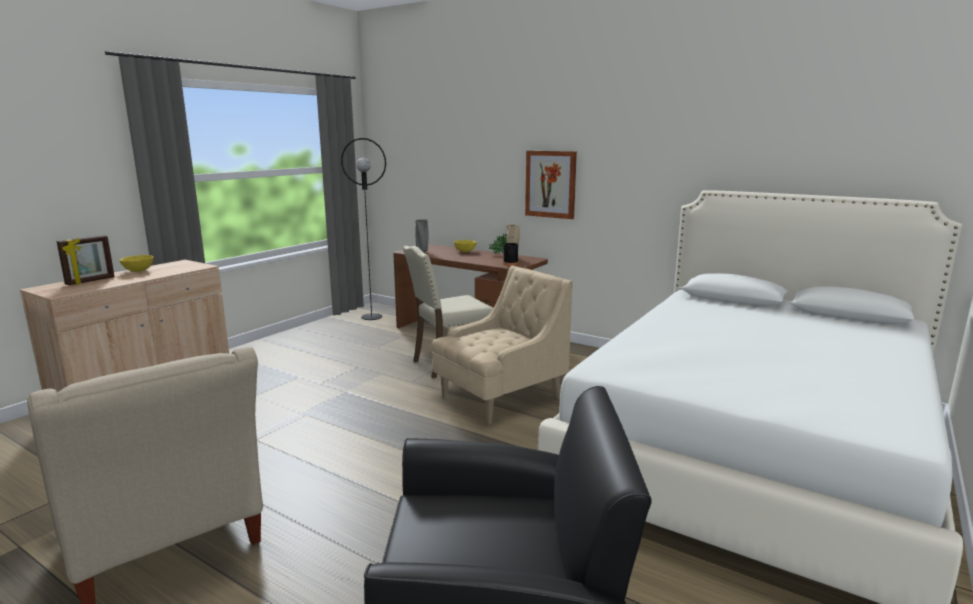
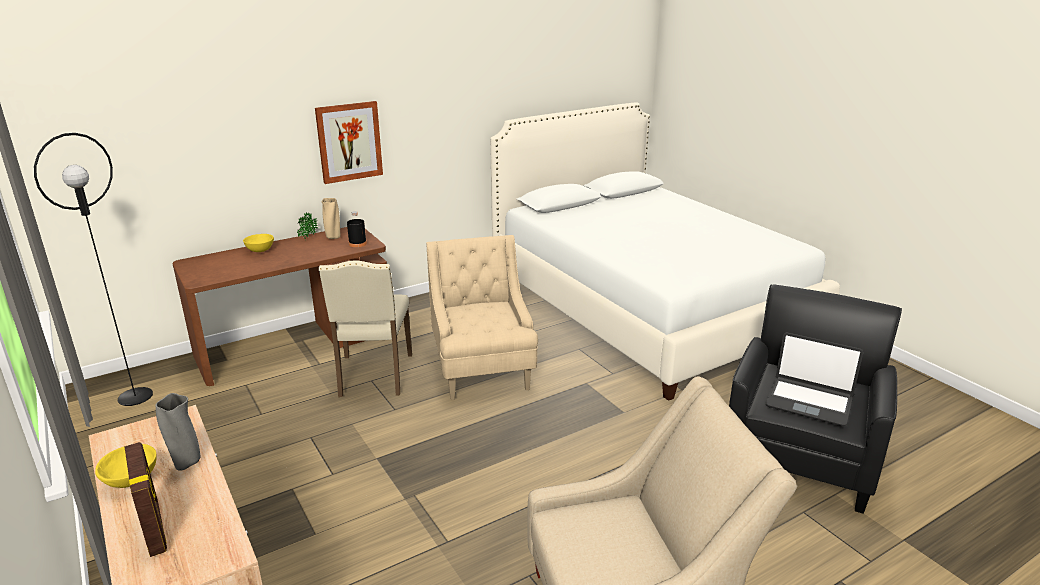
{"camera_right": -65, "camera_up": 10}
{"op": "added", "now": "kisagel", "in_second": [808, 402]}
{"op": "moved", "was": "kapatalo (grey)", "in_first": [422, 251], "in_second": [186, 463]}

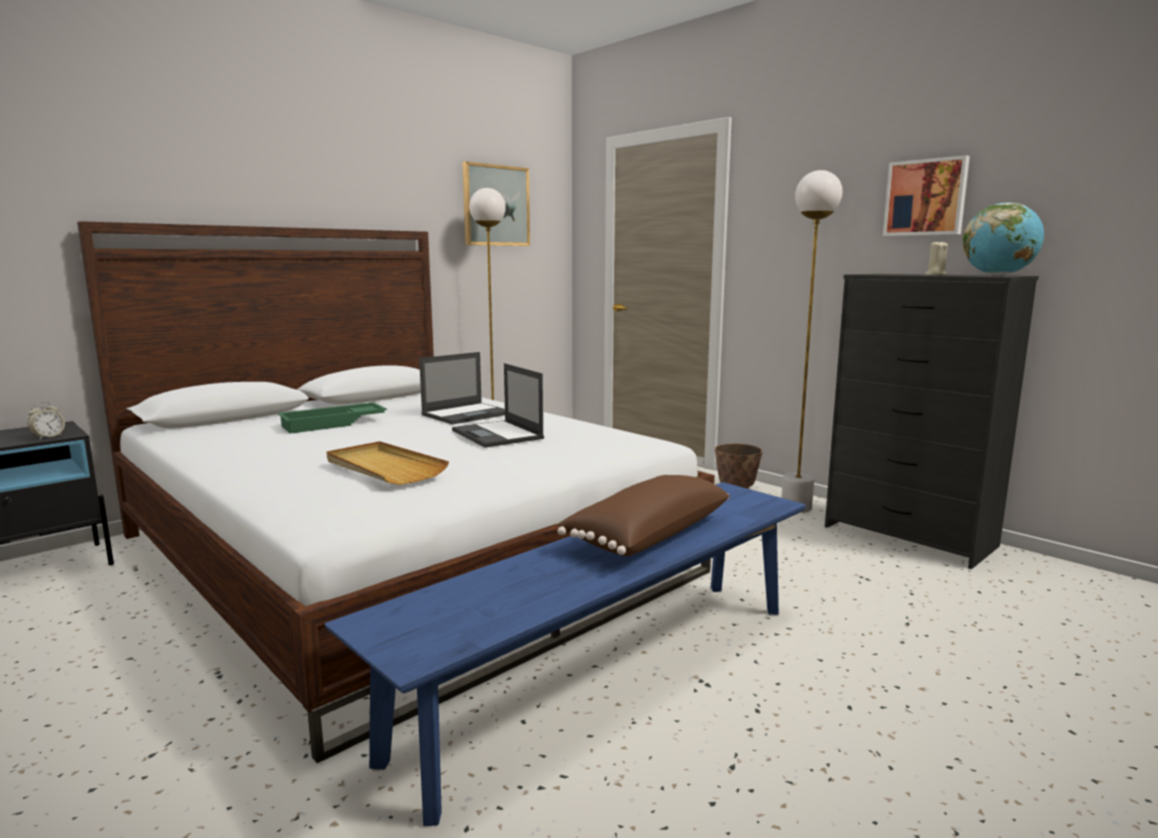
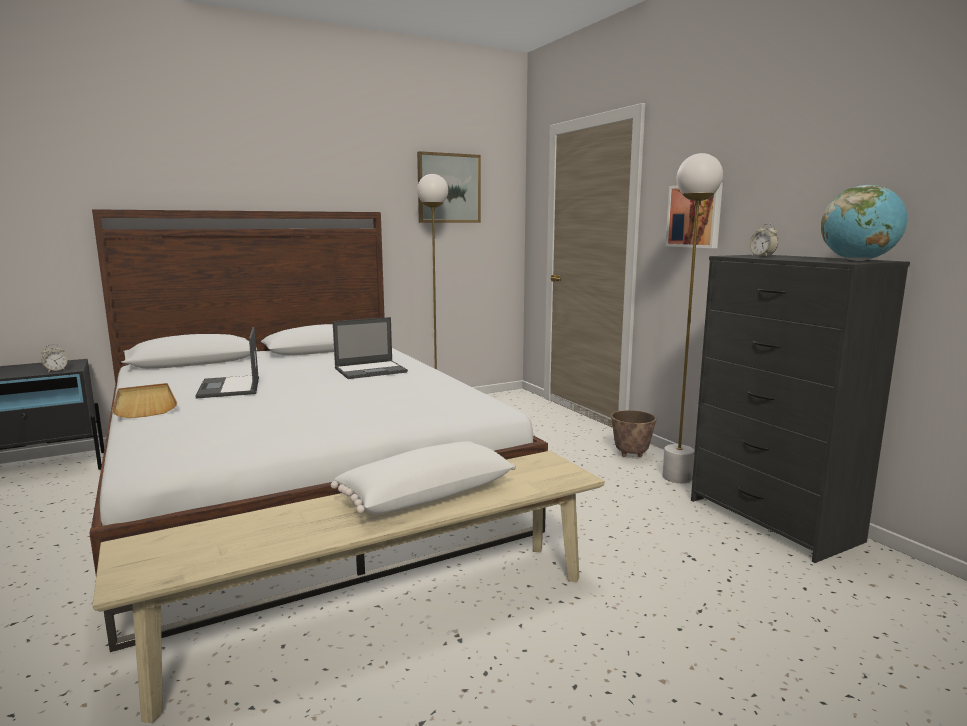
{"camera_right": 15, "camera_up": 0}
{"op": "removed", "was": "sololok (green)", "in_first": [333, 424]}
{"op": "removed", "was": "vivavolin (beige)", "in_first": [935, 275]}
{"op": "added", "now": "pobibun", "in_second": [762, 256]}
{"op": "moved", "was": "sololok (beige)", "in_first": [384, 467], "in_second": [145, 404]}
{"op": "moved", "was": "kisagel", "in_first": [498, 434], "in_second": [229, 387]}
{"op": "moved", "was": "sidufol", "in_first": [926, 198], "in_second": [695, 216]}
{"op": "recoloured", "was": "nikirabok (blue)", "now": "nikirabok (beige)", "in_first": [610, 675], "in_second": [384, 616]}
{"op": "recoloured", "was": "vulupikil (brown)", "now": "vulupikil (white)", "in_first": [646, 534], "in_second": [425, 494]}

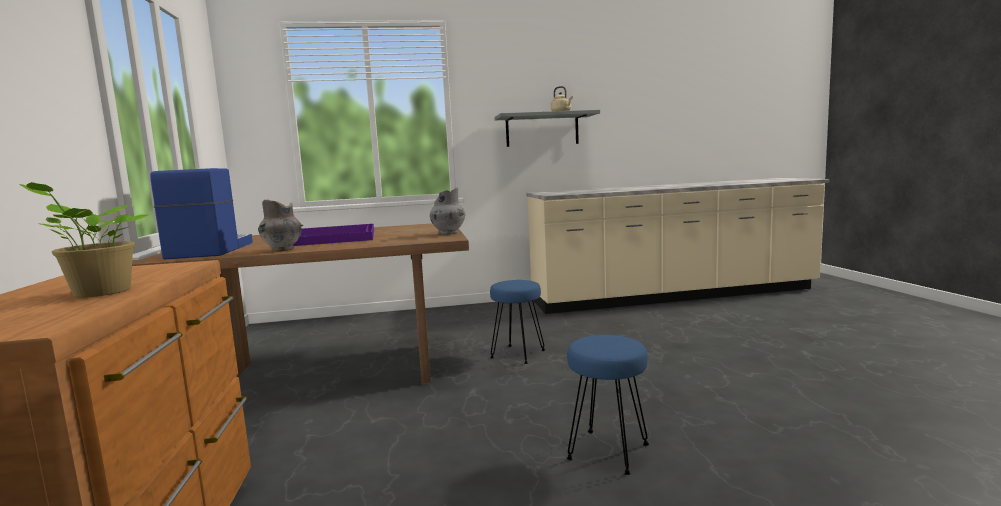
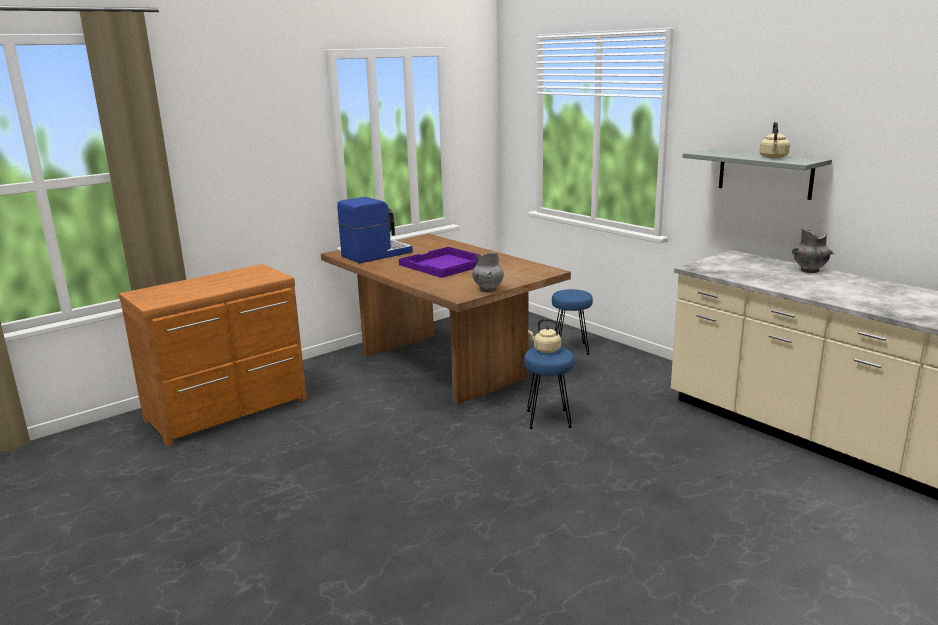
{"camera_right": 60, "camera_up": 10}
{"op": "removed", "was": "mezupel", "in_first": [98, 293]}
{"op": "added", "now": "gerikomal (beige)", "in_second": [545, 350]}
{"op": "moved", "was": "kapatalo (grey)", "in_first": [283, 250], "in_second": [810, 271]}
{"op": "moved", "was": "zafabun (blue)", "in_first": [608, 451], "in_second": [571, 349]}

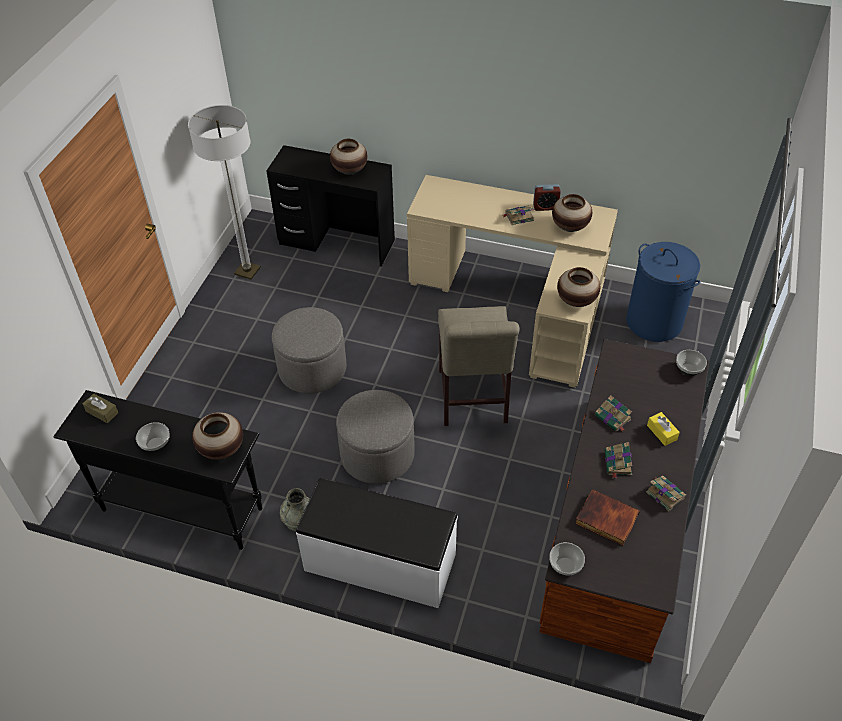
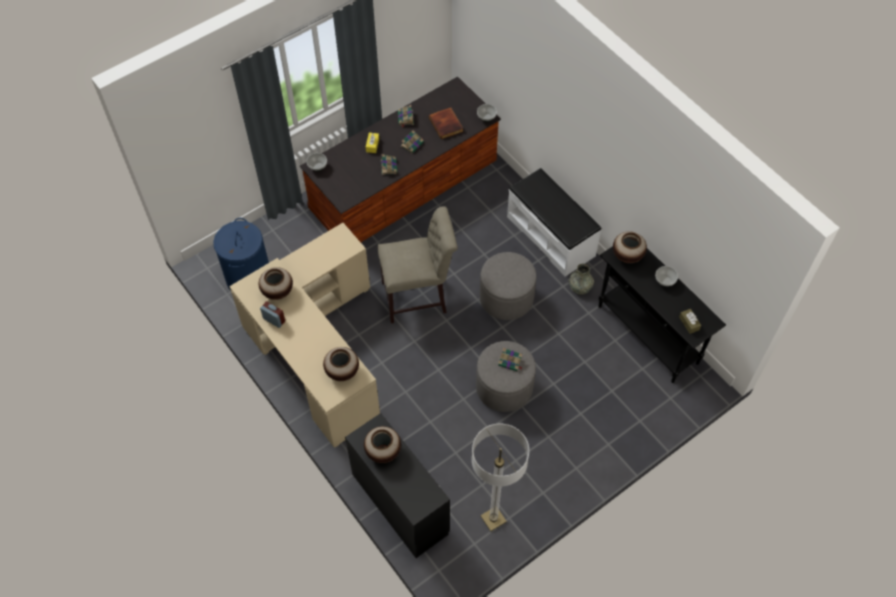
{"camera_right": -145, "camera_up": 10}
{"op": "moved", "was": "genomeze", "in_first": [518, 217], "in_second": [510, 362]}
{"op": "moved", "was": "kapatalo", "in_first": [576, 301], "in_second": [342, 371]}
{"op": "turned", "was": "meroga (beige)", "in_first": [472, 400], "in_second": [418, 297], "clockwise": 45}

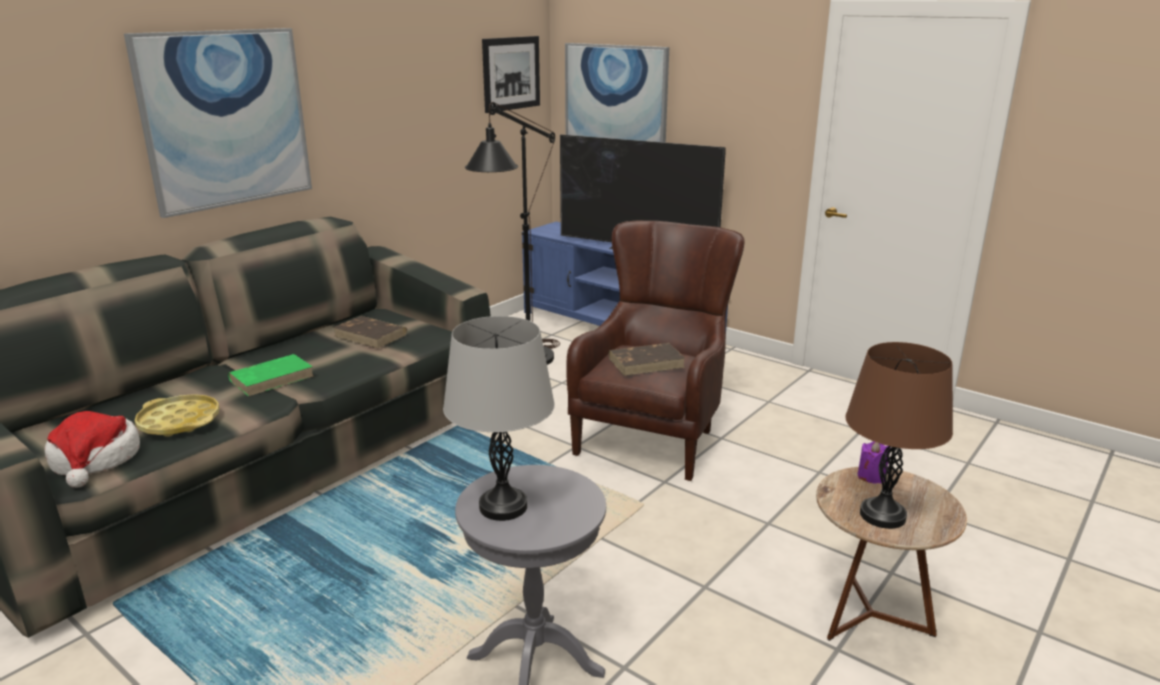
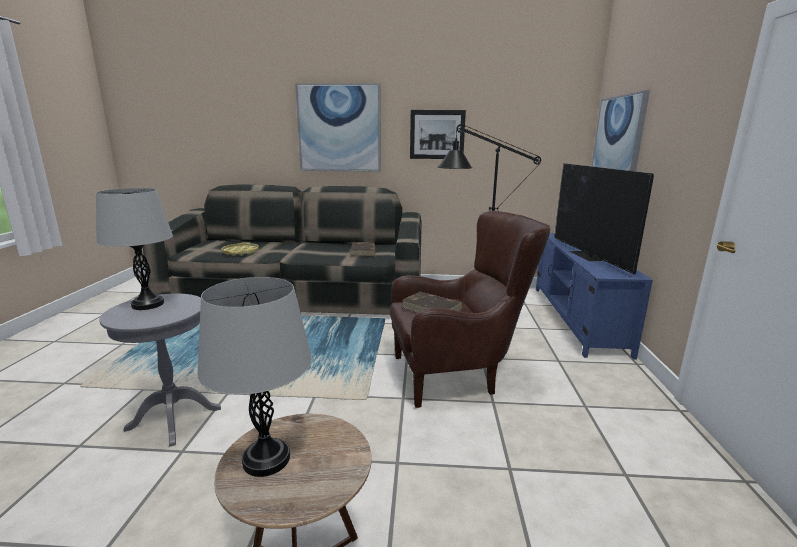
{"camera_right": 55, "camera_up": -5}
{"op": "removed", "was": "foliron", "in_first": [95, 460]}
{"op": "removed", "was": "genomeze (green)", "in_first": [272, 378]}
{"op": "removed", "was": "vivavolin (purple)", "in_first": [871, 476]}
{"op": "moved", "was": "sidufol", "in_first": [511, 73], "in_second": [437, 134]}
{"op": "recoloured", "was": "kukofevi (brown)", "now": "kukofevi (grey)", "in_first": [882, 515], "in_second": [266, 459]}

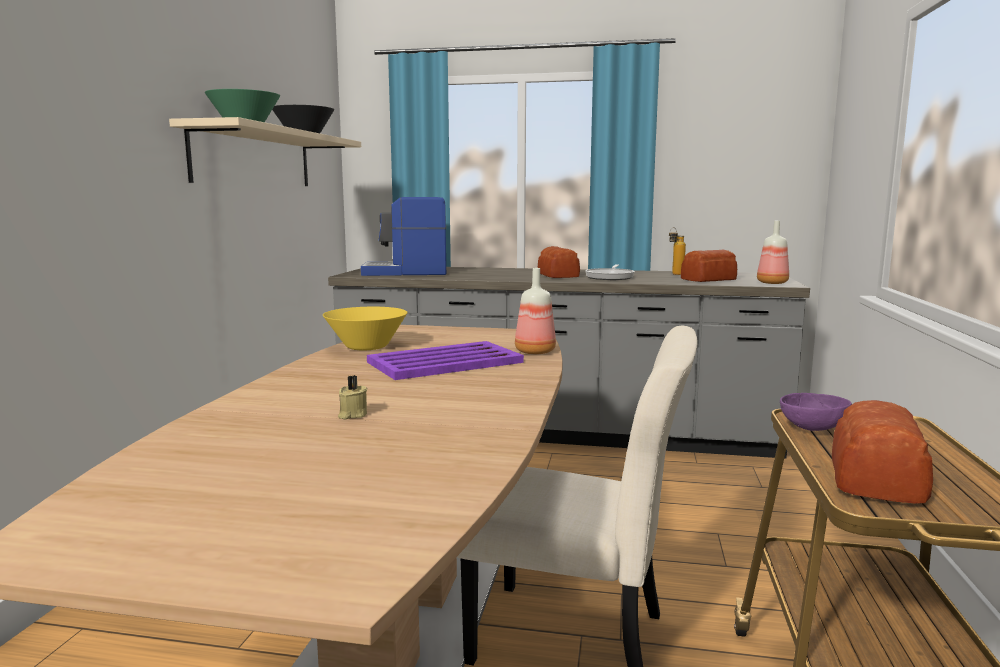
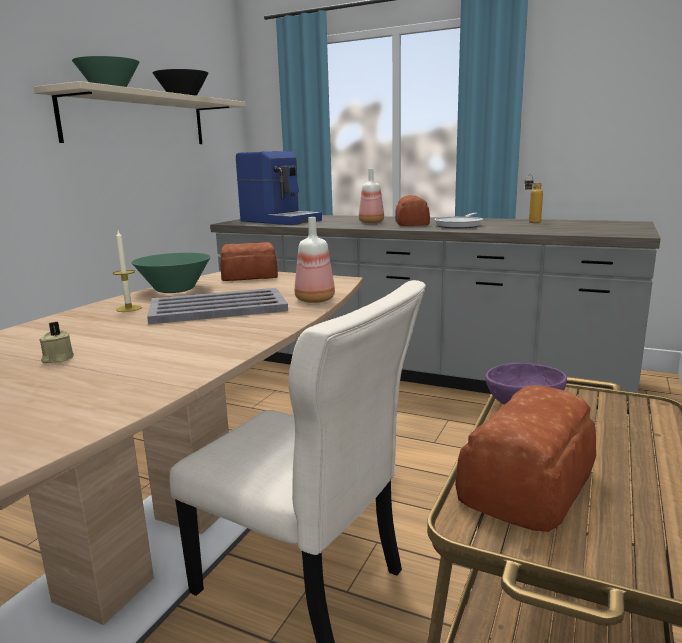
{"camera_right": 15, "camera_up": 5}
{"op": "added", "now": "vivavolin", "in_second": [128, 308]}
{"op": "moved", "was": "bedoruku", "in_first": [709, 279], "in_second": [251, 277]}
{"op": "moved", "was": "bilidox", "in_first": [773, 283], "in_second": [371, 222]}
{"op": "recoloured", "was": "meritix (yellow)", "now": "meritix (green)", "in_first": [367, 347], "in_second": [175, 290]}
{"op": "recoloured", "was": "sololok (purple)", "now": "sololok (grey)", "in_first": [443, 362], "in_second": [216, 308]}
{"op": "turned", "was": "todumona", "in_first": [406, 272], "in_second": [280, 220], "clockwise": -150}

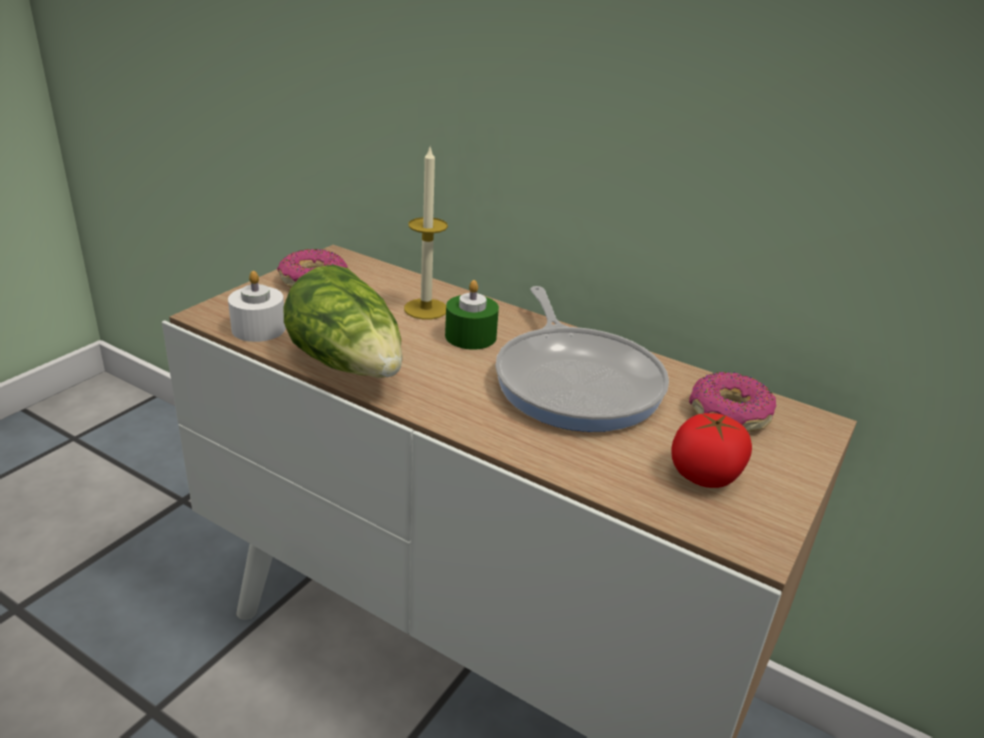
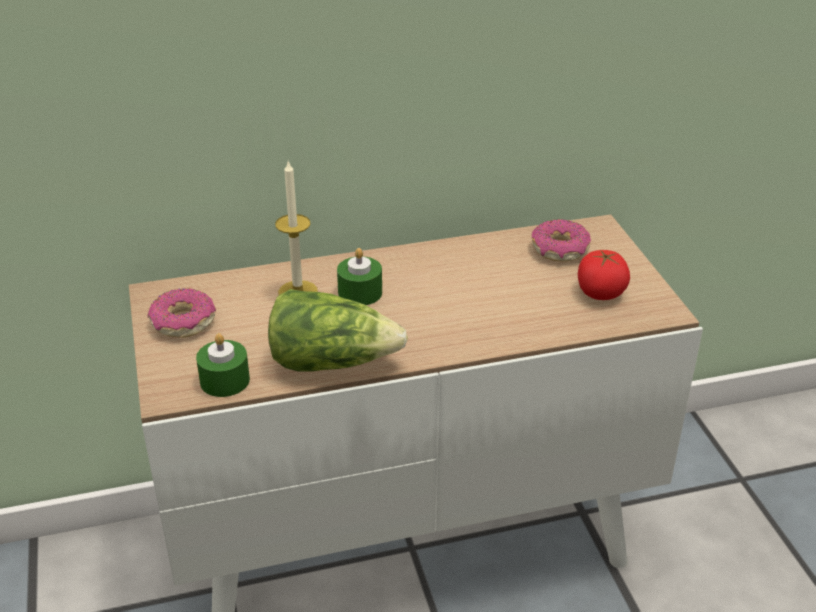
{"camera_right": -45, "camera_up": 5}
{"op": "removed", "was": "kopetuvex", "in_first": [576, 382]}
{"op": "recoloured", "was": "vivavolin (white)", "now": "vivavolin (green)", "in_first": [258, 328], "in_second": [224, 380]}

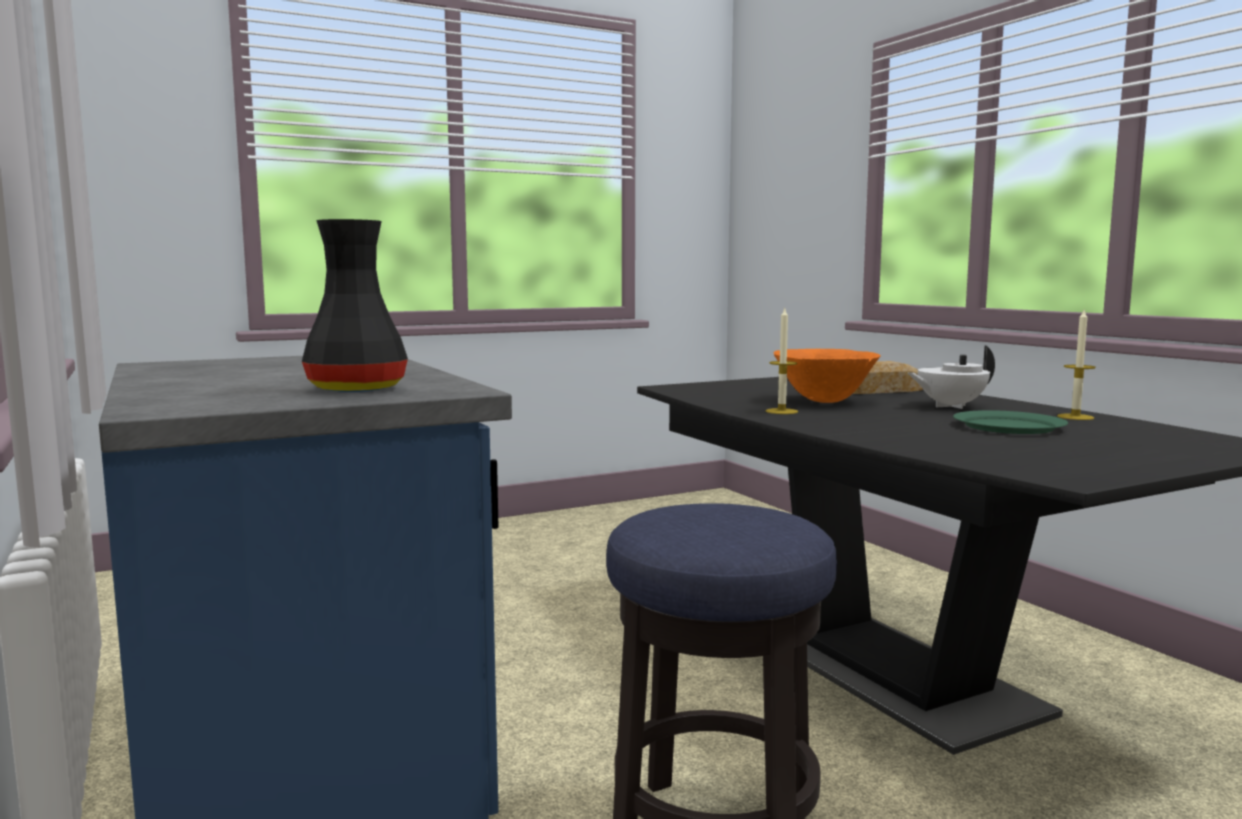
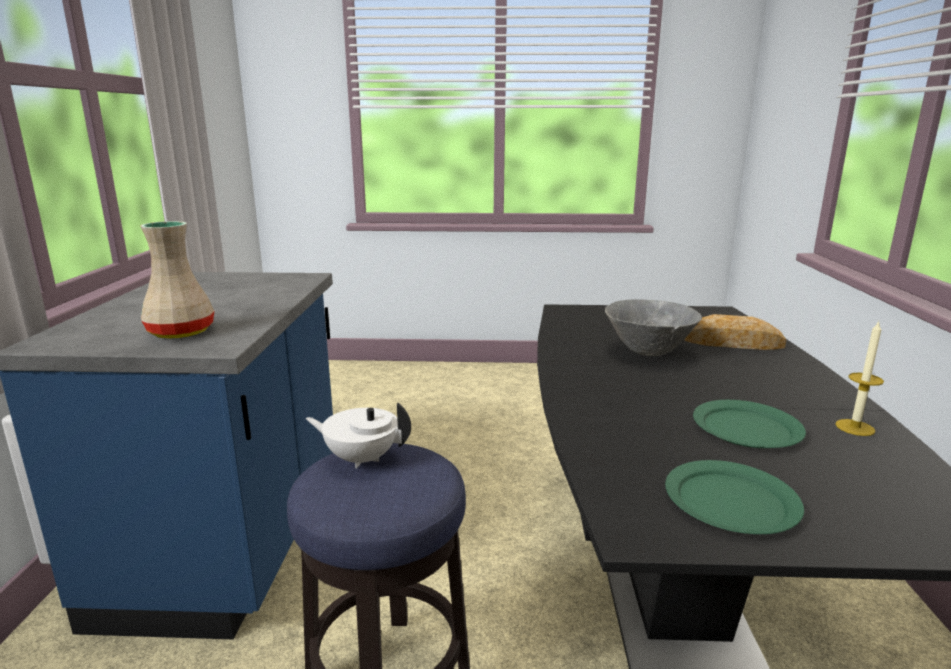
{"camera_right": 30, "camera_up": 10}
{"op": "removed", "was": "vivavolin", "in_first": [781, 411]}
{"op": "added", "now": "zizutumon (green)", "in_second": [732, 501]}
{"op": "moved", "was": "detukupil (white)", "in_first": [949, 406], "in_second": [361, 458]}
{"op": "recoloured", "was": "kapatalo (black)", "now": "kapatalo (beige)", "in_first": [357, 389], "in_second": [180, 333]}
{"op": "recoloured", "was": "meritix (orange)", "now": "meritix (grey)", "in_first": [825, 401], "in_second": [649, 352]}

